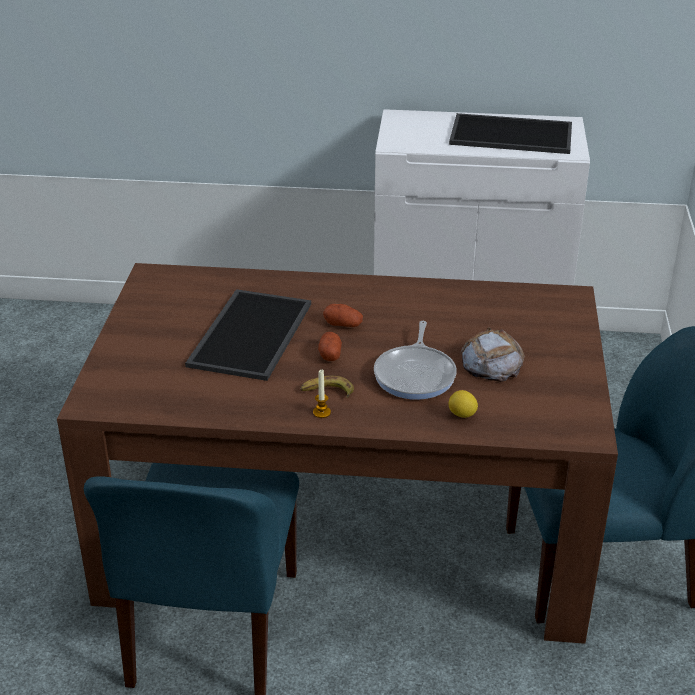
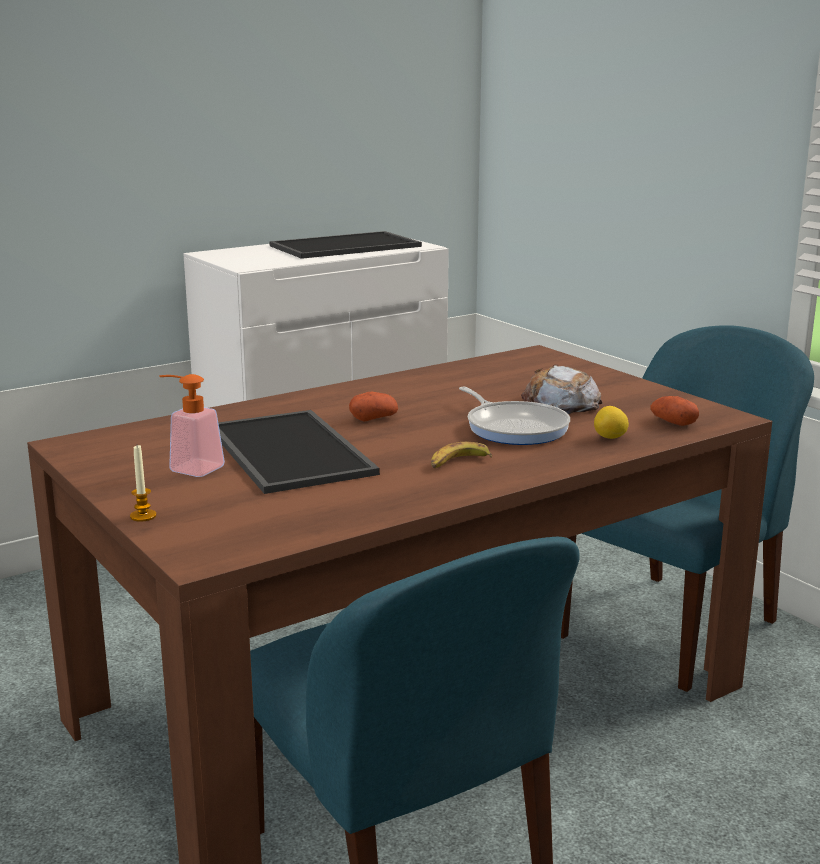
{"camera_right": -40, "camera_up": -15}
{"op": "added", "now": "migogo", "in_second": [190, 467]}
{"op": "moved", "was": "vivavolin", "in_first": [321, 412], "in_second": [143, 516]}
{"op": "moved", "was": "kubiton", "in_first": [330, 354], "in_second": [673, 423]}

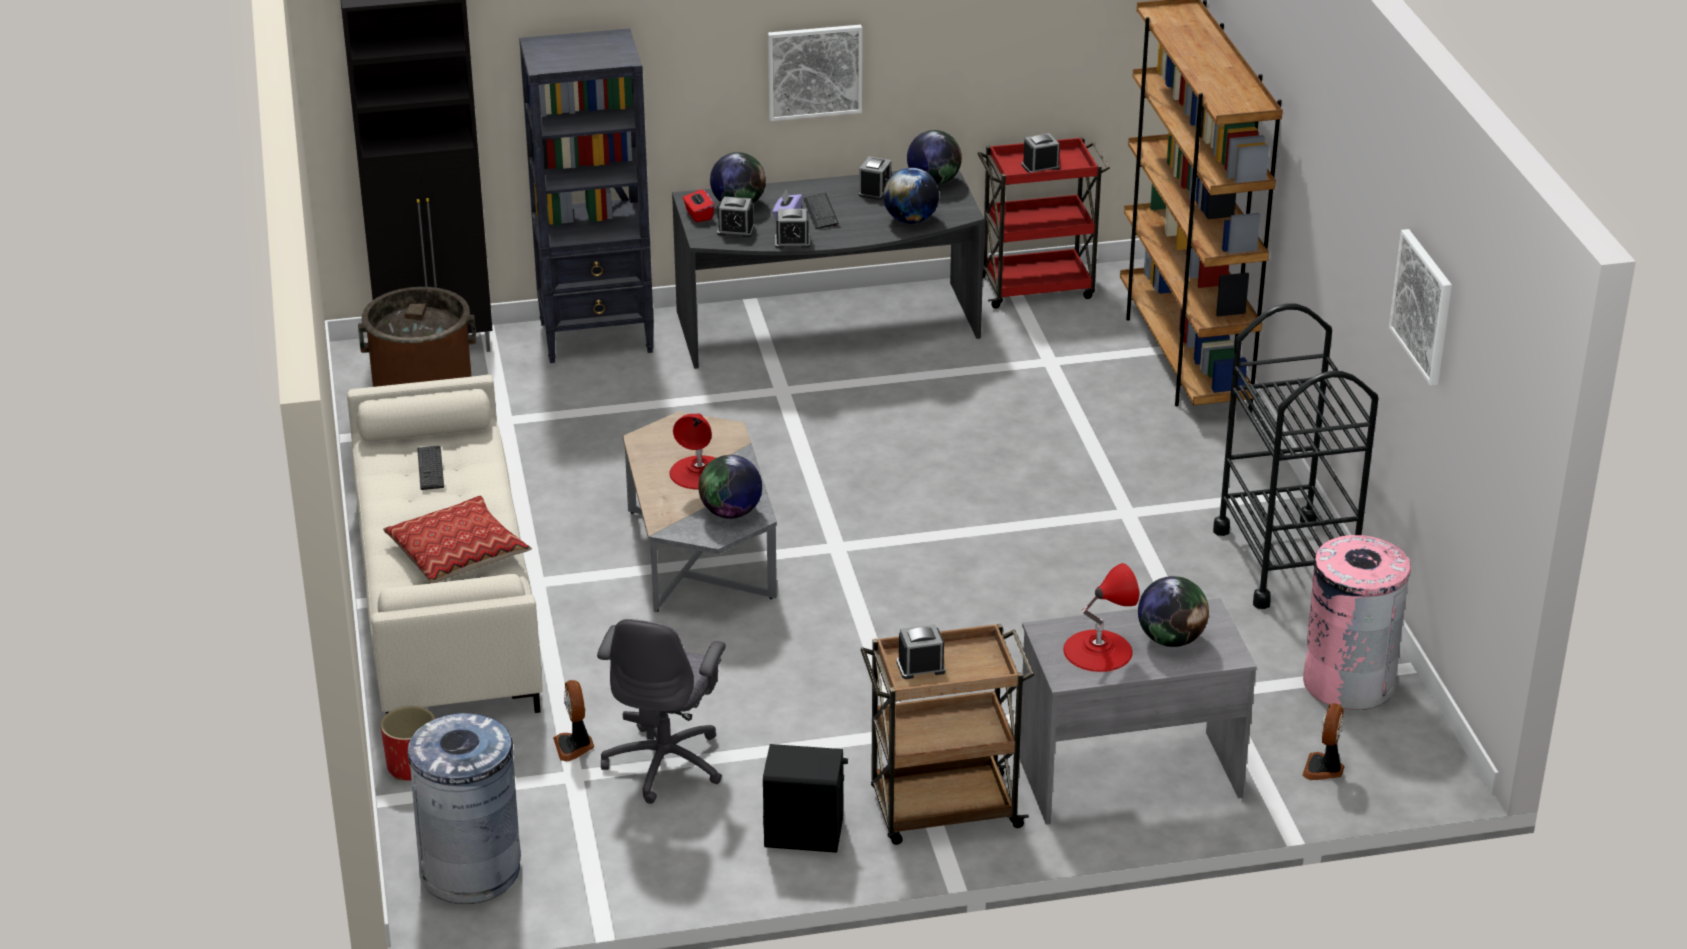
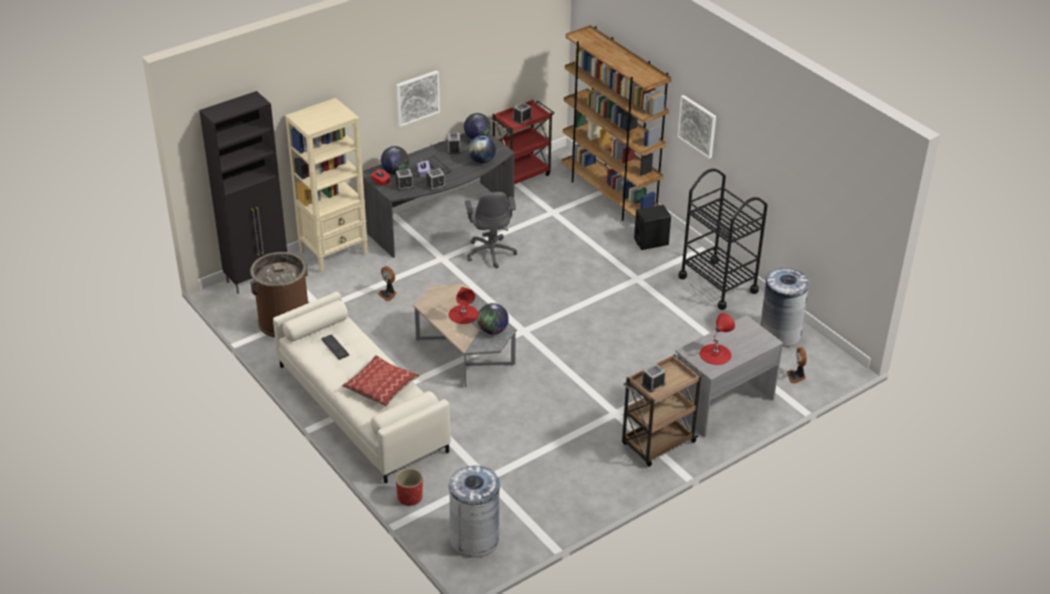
{"camera_right": -25, "camera_up": 5}
{"op": "removed", "was": "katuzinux", "in_first": [1171, 639]}
{"op": "moved", "was": "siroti", "in_first": [575, 746], "in_second": [388, 294]}
{"op": "moved", "was": "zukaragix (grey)", "in_first": [666, 762], "in_second": [491, 252]}
{"op": "moved", "was": "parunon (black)", "in_first": [804, 833], "in_second": [651, 242]}
{"op": "moved", "was": "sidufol", "in_first": [1423, 306], "in_second": [697, 126]}
{"op": "recoloured", "was": "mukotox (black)", "now": "mukotox (beige)", "in_first": [597, 337], "in_second": [334, 253]}
{"op": "recoloured", "was": "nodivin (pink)", "now": "nodivin (grey)", "in_first": [1348, 682], "in_second": [780, 333]}

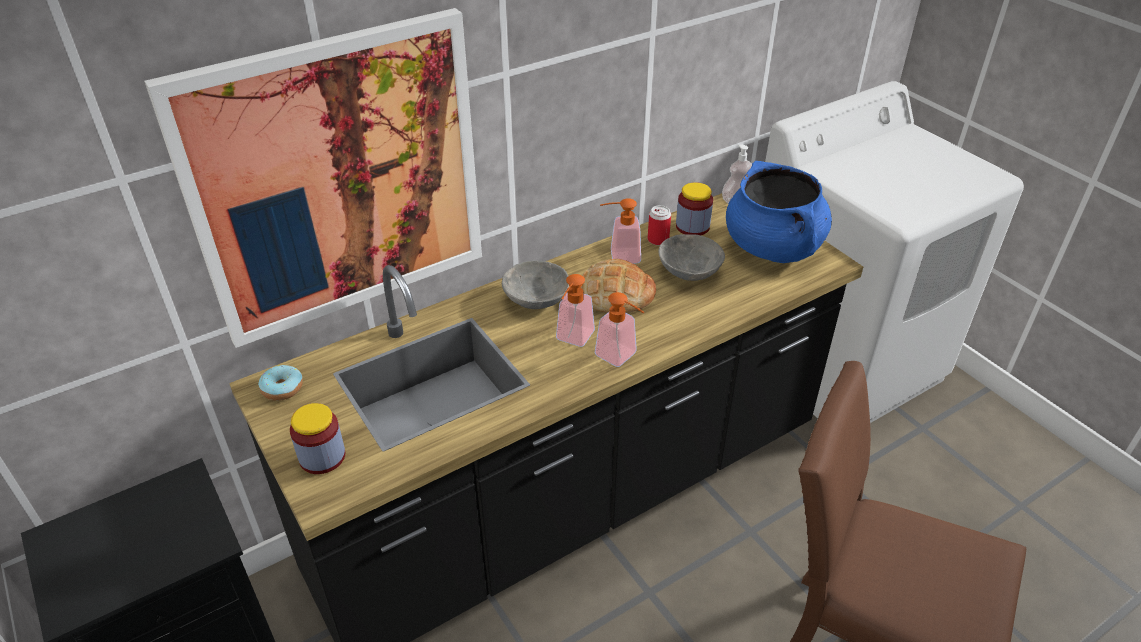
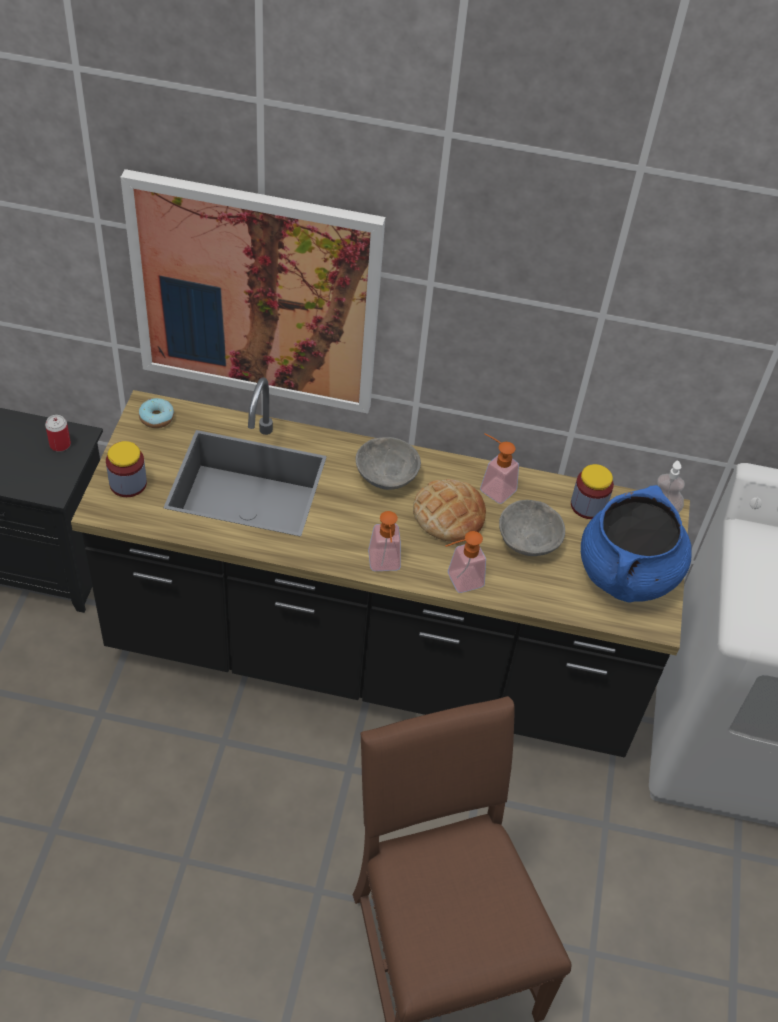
{"camera_right": 40, "camera_up": 10}
{"op": "moved", "was": "migogo", "in_first": [572, 339], "in_second": [459, 581]}
{"op": "moved", "was": "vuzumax", "in_first": [658, 240], "in_second": [60, 444]}

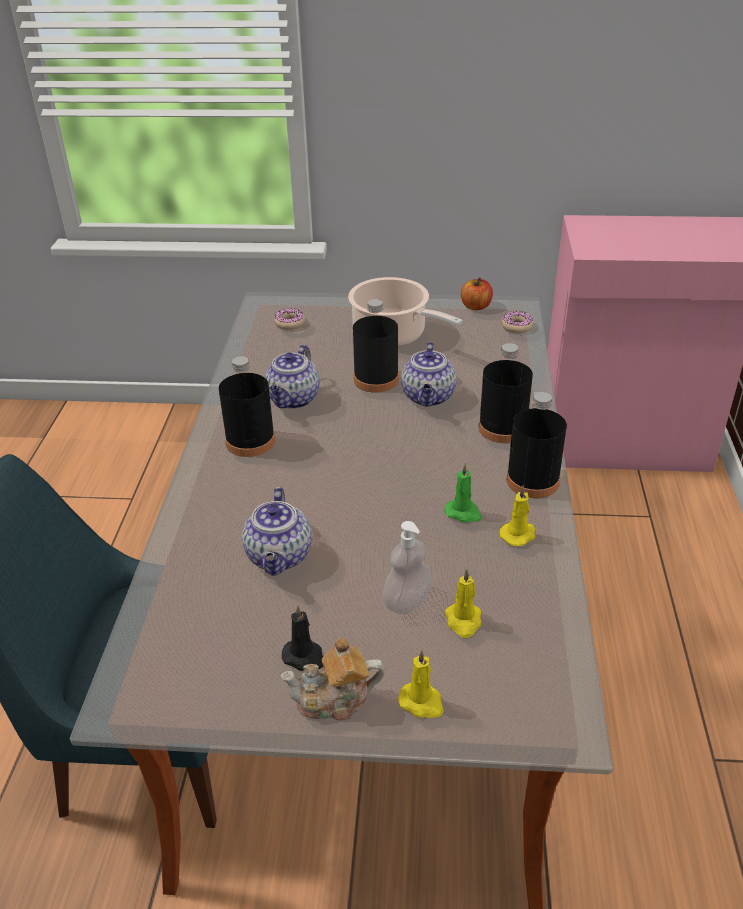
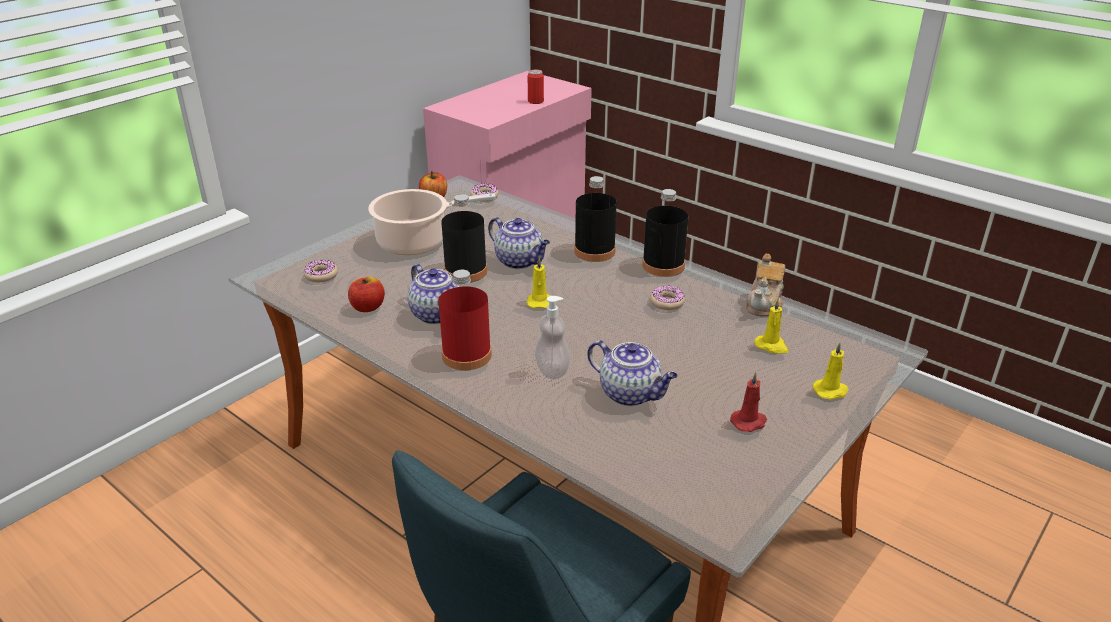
{"camera_right": -55, "camera_up": -5}
{"op": "added", "now": "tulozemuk", "in_second": [368, 307]}
{"op": "added", "now": "vuzumax", "in_second": [535, 101]}
{"op": "moved", "was": "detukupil", "in_first": [334, 700], "in_second": [764, 304]}
{"op": "moved", "was": "migogo", "in_first": [407, 602], "in_second": [552, 371]}
{"op": "moved", "was": "vivavolin (yellow)", "in_first": [518, 534], "in_second": [539, 301]}
{"op": "replaced", "was": "vivavolin (green)", "now": "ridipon", "in_first": [463, 513], "in_second": [667, 302]}
{"op": "recoloured", "was": "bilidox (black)", "now": "bilidox (red)", "in_first": [250, 441], "in_second": [466, 355]}
{"op": "recoloured", "was": "vivavolin (black)", "now": "vivavolin (red)", "in_first": [304, 657], "in_second": [749, 422]}

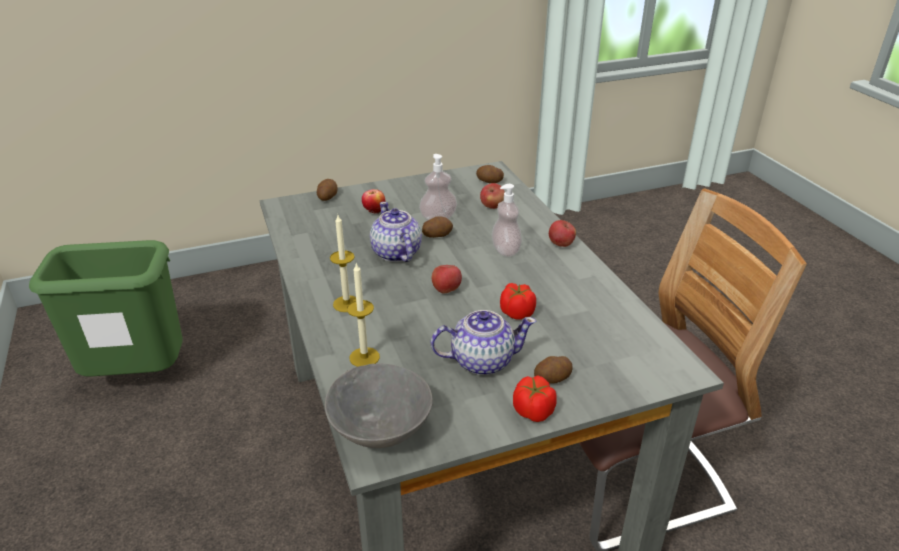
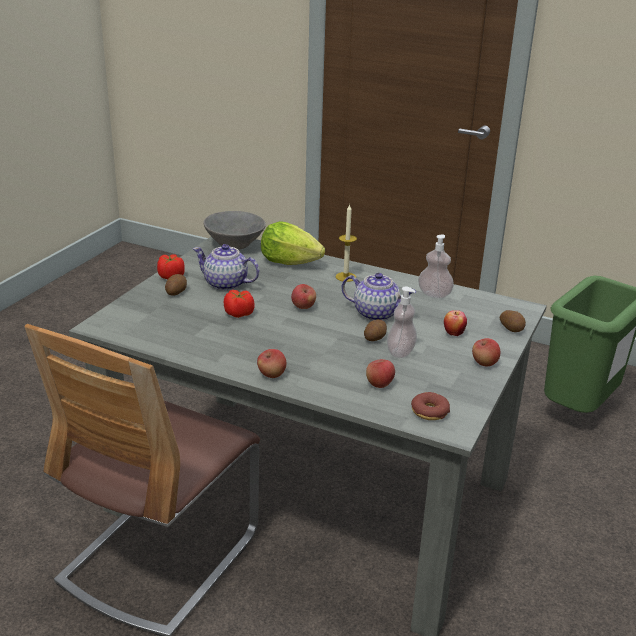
{"camera_right": 135, "camera_up": -5}
{"op": "added", "now": "tulozemuk", "in_second": [484, 363]}
{"op": "moved", "was": "migogo", "in_first": [506, 250], "in_second": [434, 294]}
{"op": "replaced", "was": "vivavolin", "now": "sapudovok", "in_first": [364, 357], "in_second": [289, 262]}
{"op": "replaced", "was": "kubiton", "now": "ridipon", "in_first": [489, 182], "in_second": [429, 412]}
{"op": "turned", "was": "detukupil", "in_first": [481, 360], "in_second": [226, 284], "clockwise": 75}

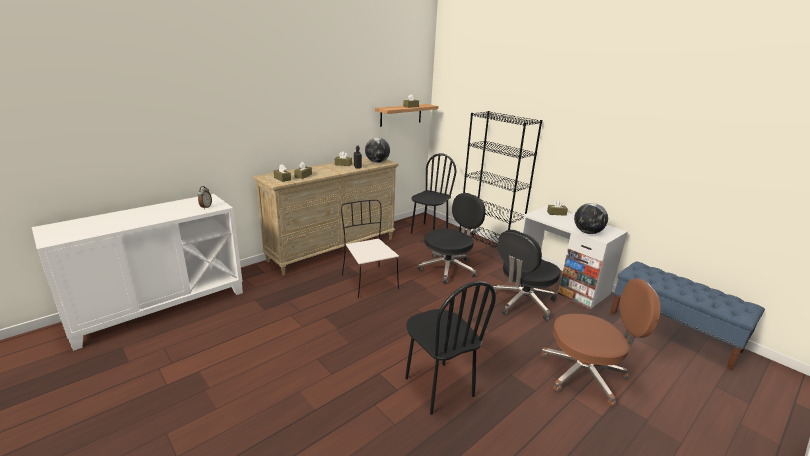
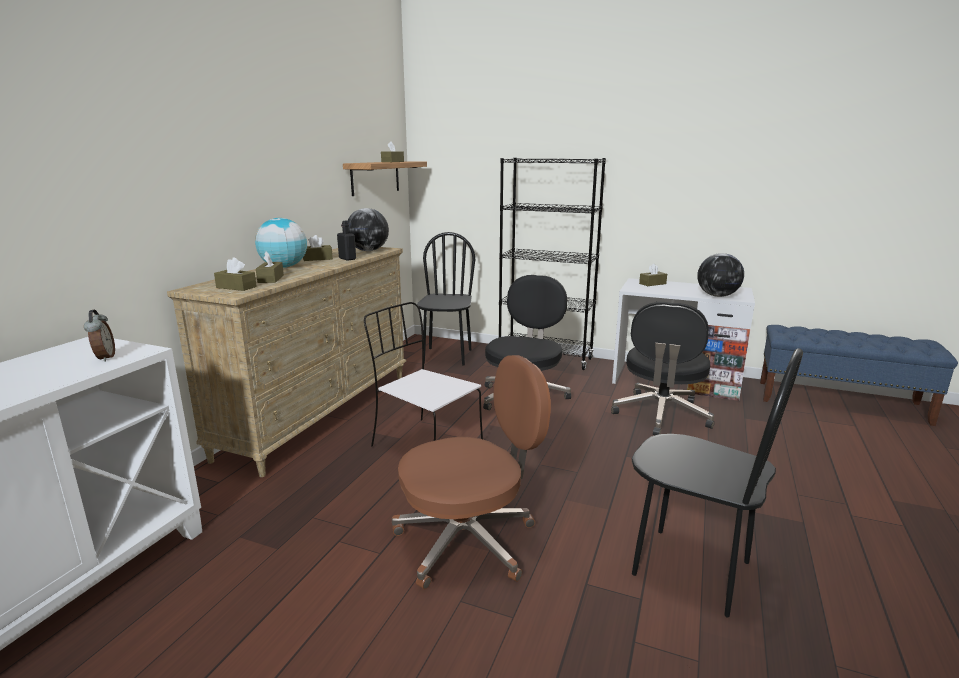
{"camera_right": -25, "camera_up": -5}
{"op": "added", "now": "katuzinux", "in_second": [284, 267]}
{"op": "moved", "was": "zukaragix (brown)", "in_first": [585, 375], "in_second": [468, 541]}

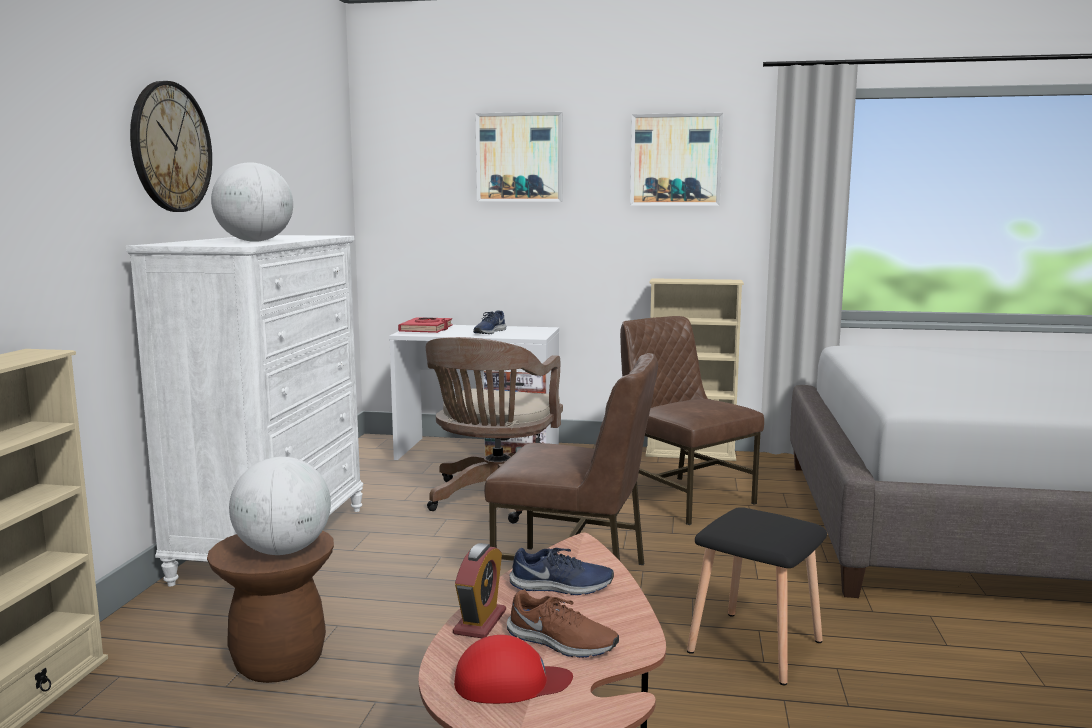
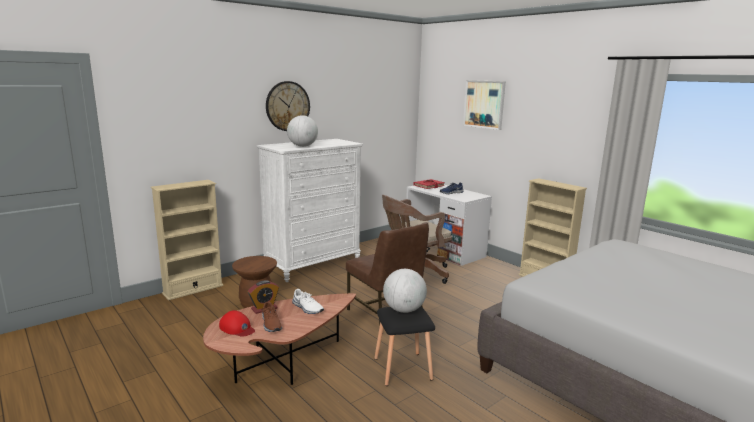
{"camera_right": 40, "camera_up": 5}
{"op": "removed", "was": "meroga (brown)", "in_first": [684, 498]}
{"op": "removed", "was": "sidufol", "in_first": [675, 160]}
{"op": "moved", "was": "katuzinux", "in_first": [283, 551], "in_second": [404, 310]}
{"op": "recoloured", "was": "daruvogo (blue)", "now": "daruvogo (white)", "in_first": [561, 587], "in_second": [307, 308]}

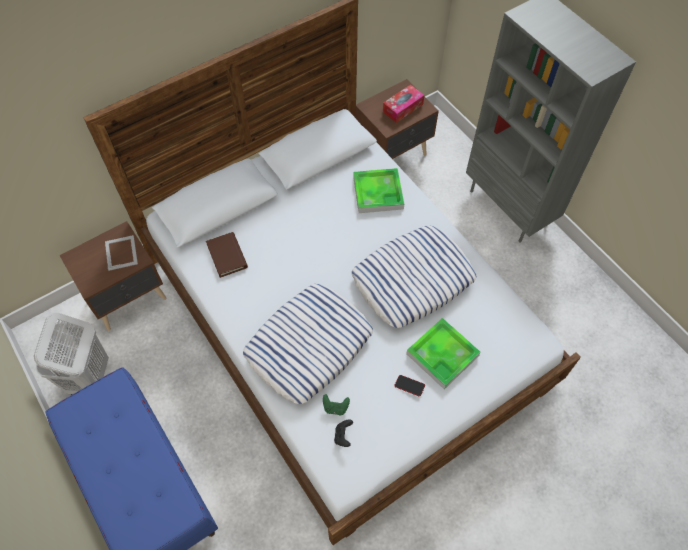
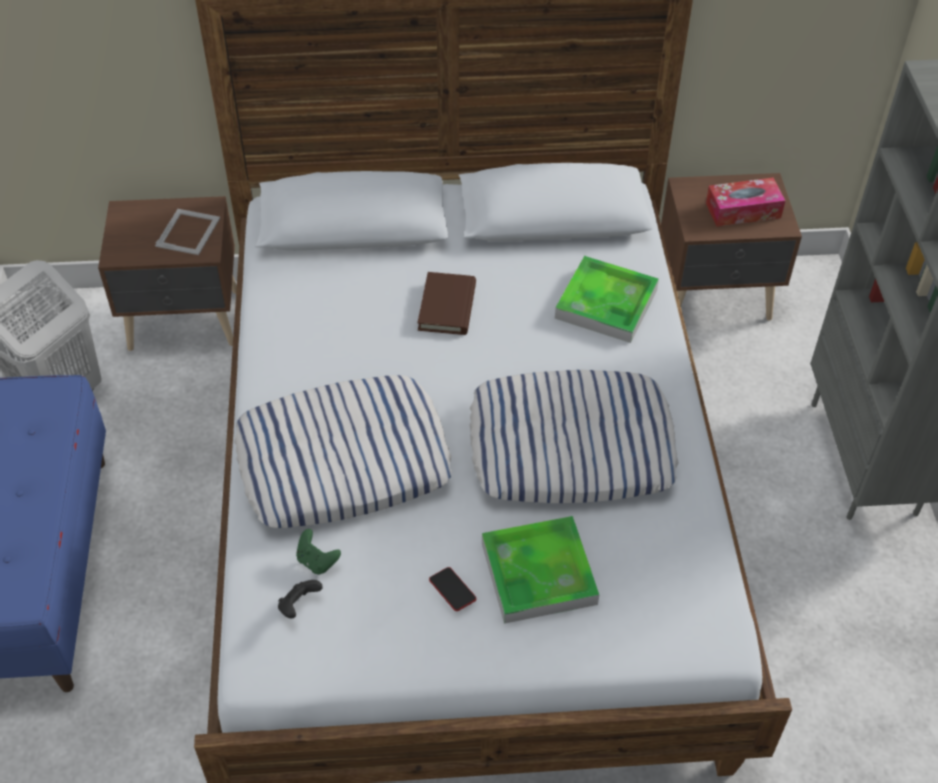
{"camera_right": 30, "camera_up": -10}
{"op": "moved", "was": "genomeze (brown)", "in_first": [227, 256], "in_second": [447, 307]}

